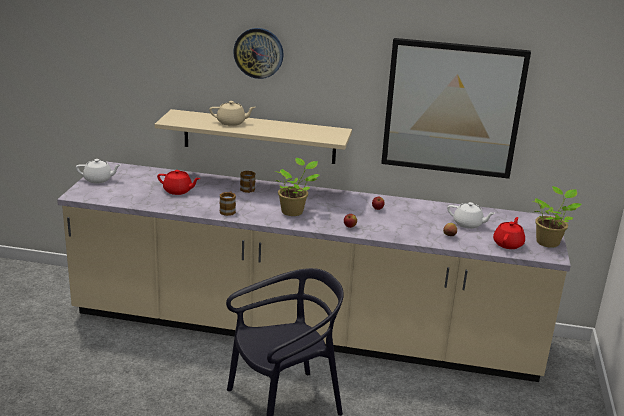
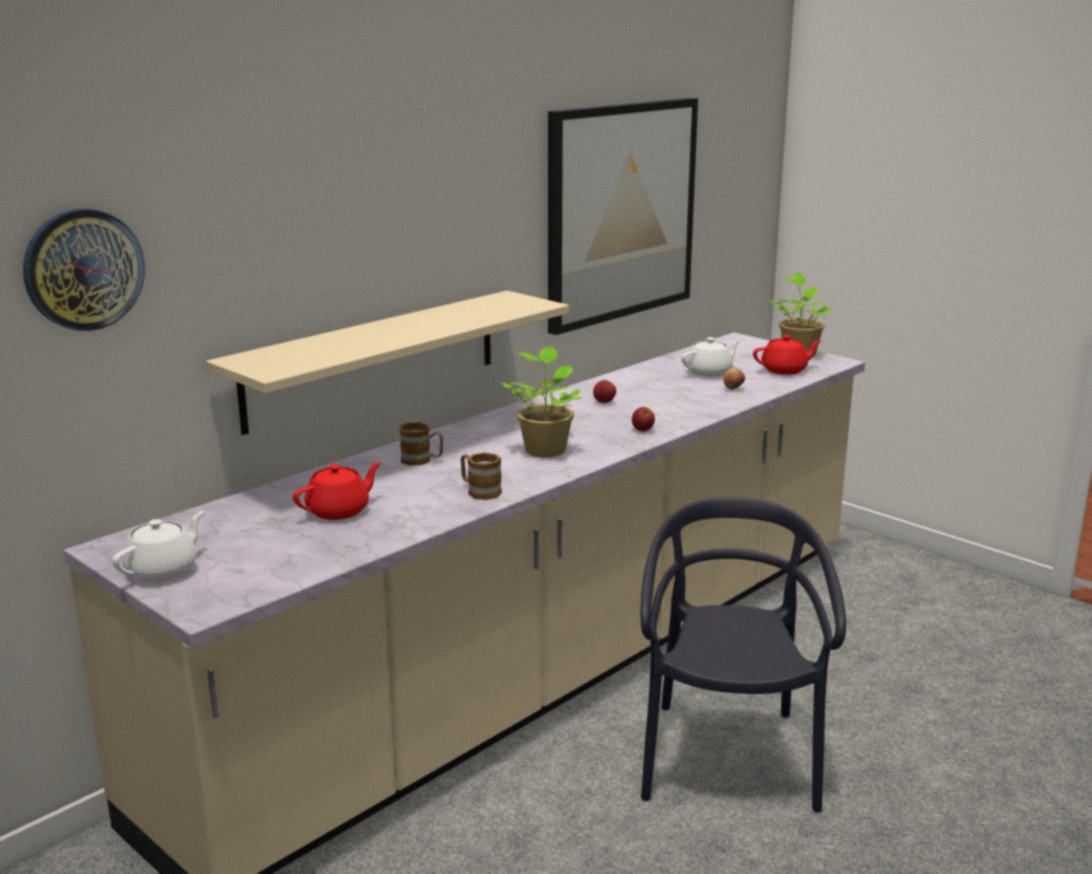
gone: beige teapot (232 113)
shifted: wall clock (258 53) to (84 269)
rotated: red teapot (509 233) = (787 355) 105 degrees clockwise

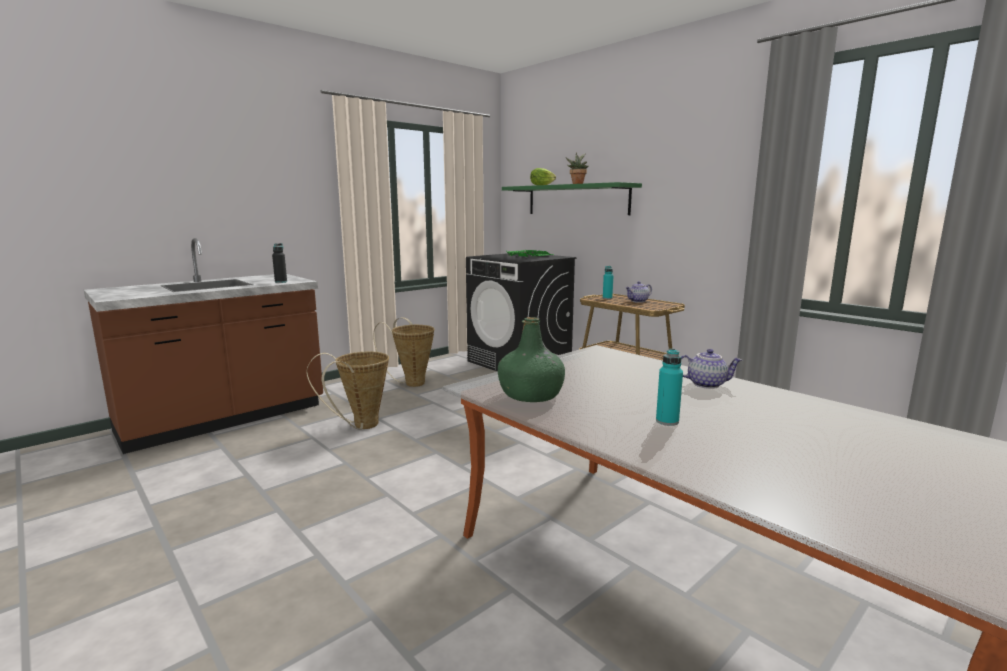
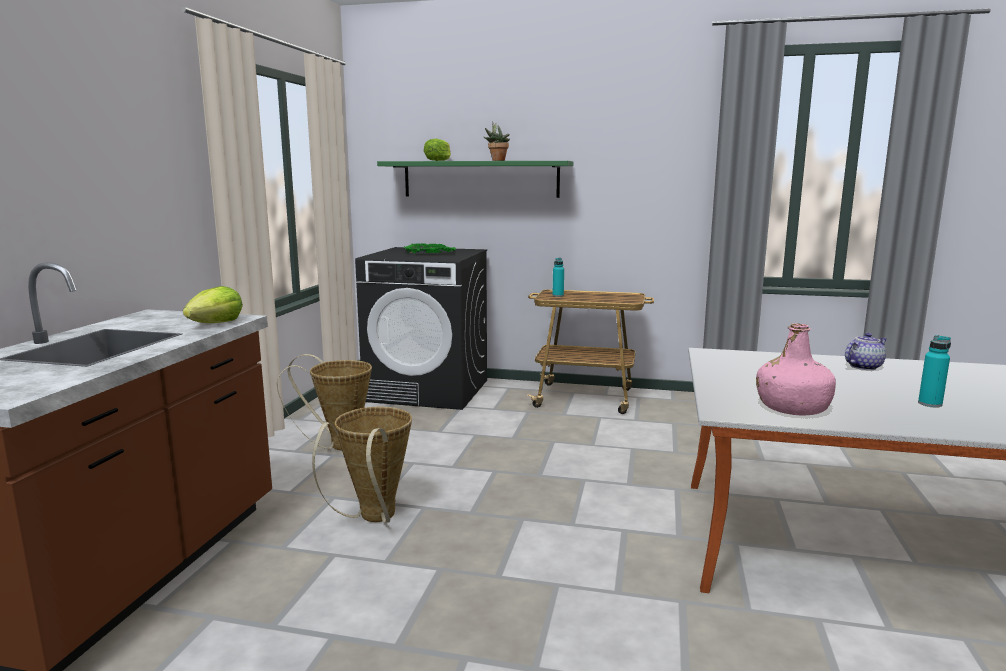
gone: teapot (639 292)
swapped: black bottle (279 263) to lettuce (213 304)
repainted: green bottle (531 359) to pink bottle (796 369)

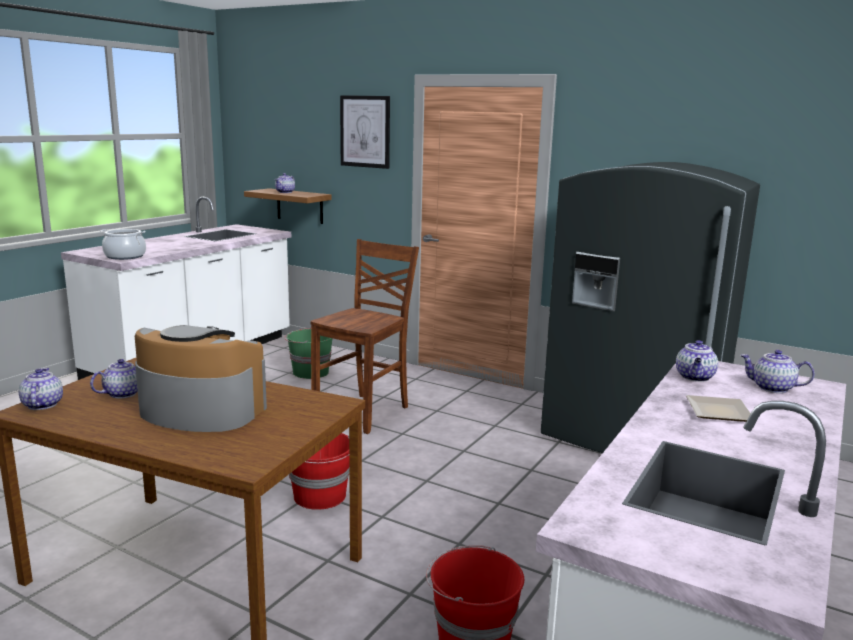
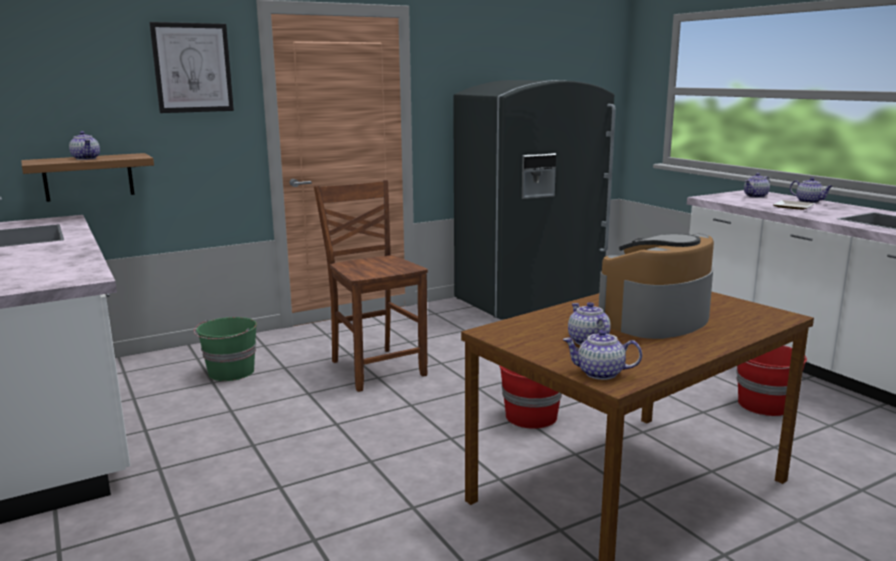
gone: cooking pot (123 244)
shifted: teapot (697 361) to (811 190)

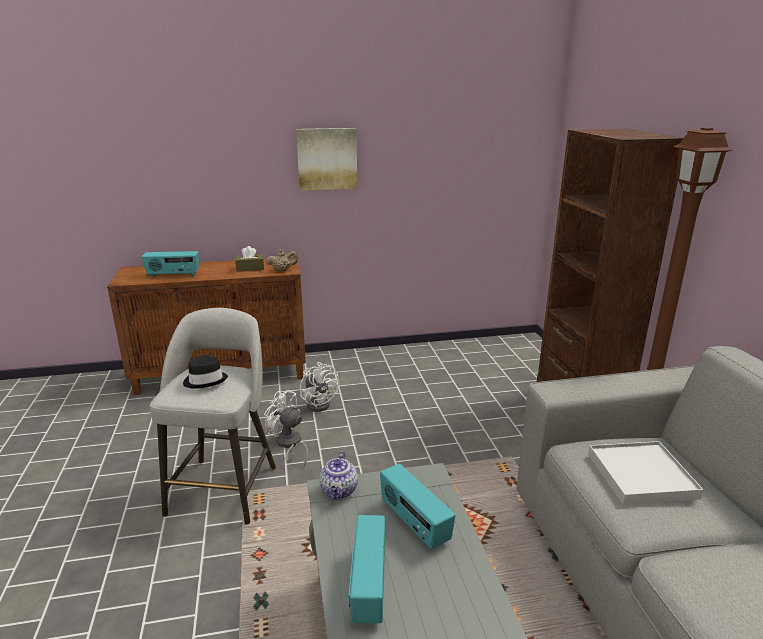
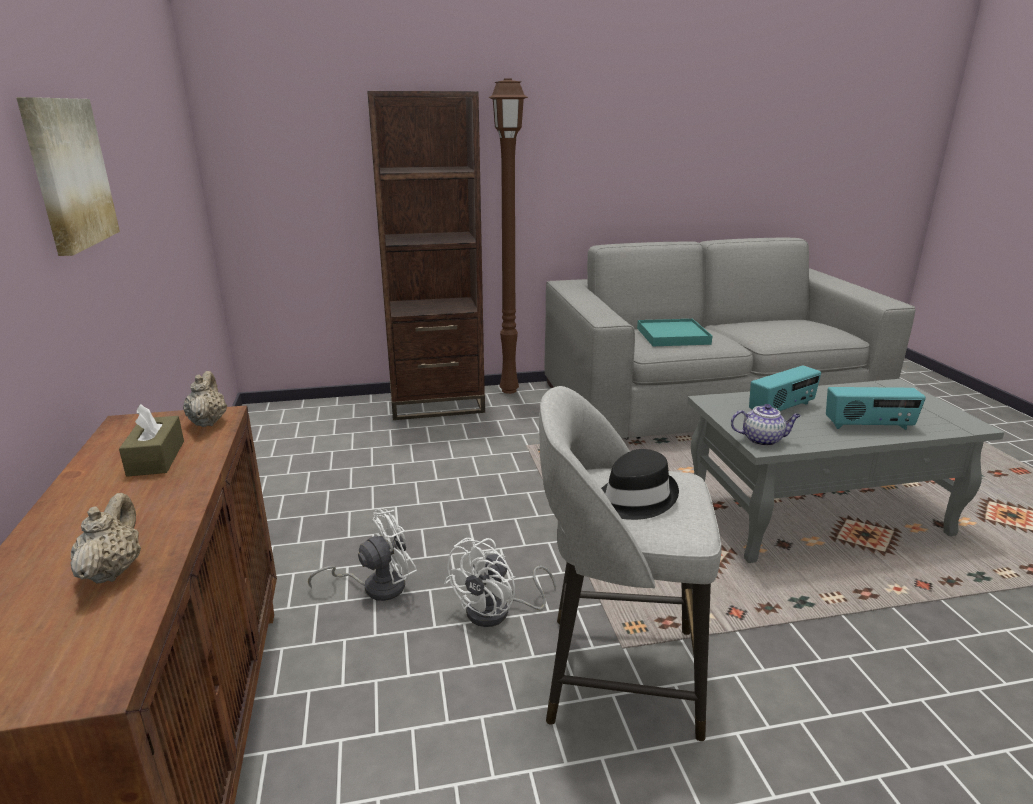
swapped: radio (170 264) to beige teapot (105 538)
repainted: white tray (646 473) to turquoise tray (674 332)

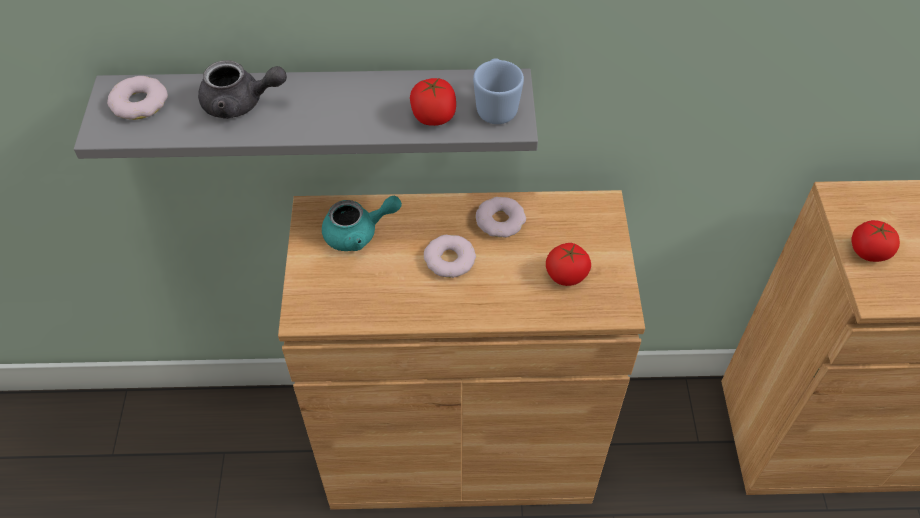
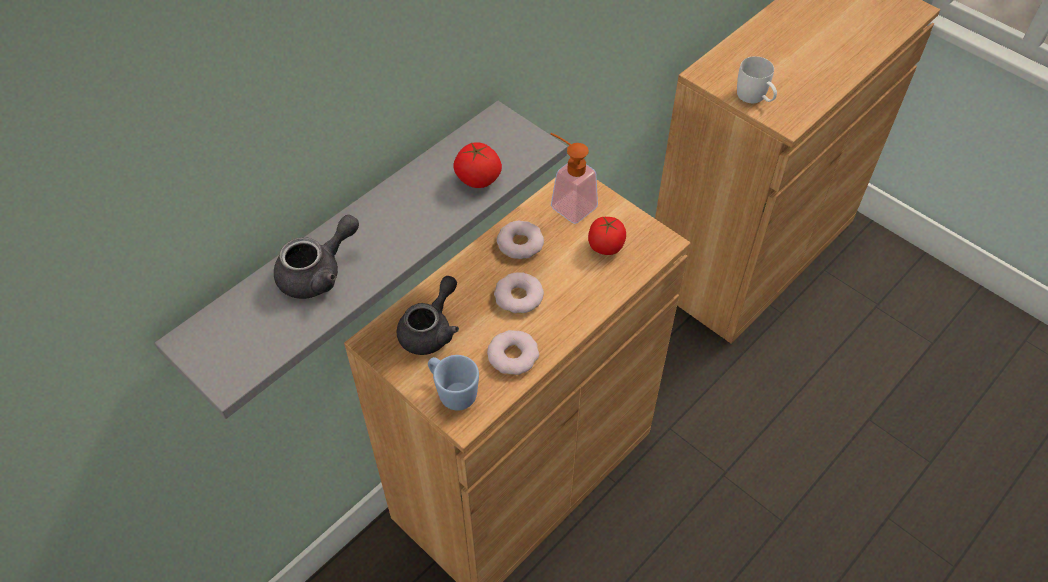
new: soap dispenser (574 178)
shifted: donut (137 98) to (513 352); blue mug (498 91) to (453 383)
swapped: tomato (875 241) to white mug (757 79)
repainted: turquoise teapot (362 223) to grey teapot (428 315)

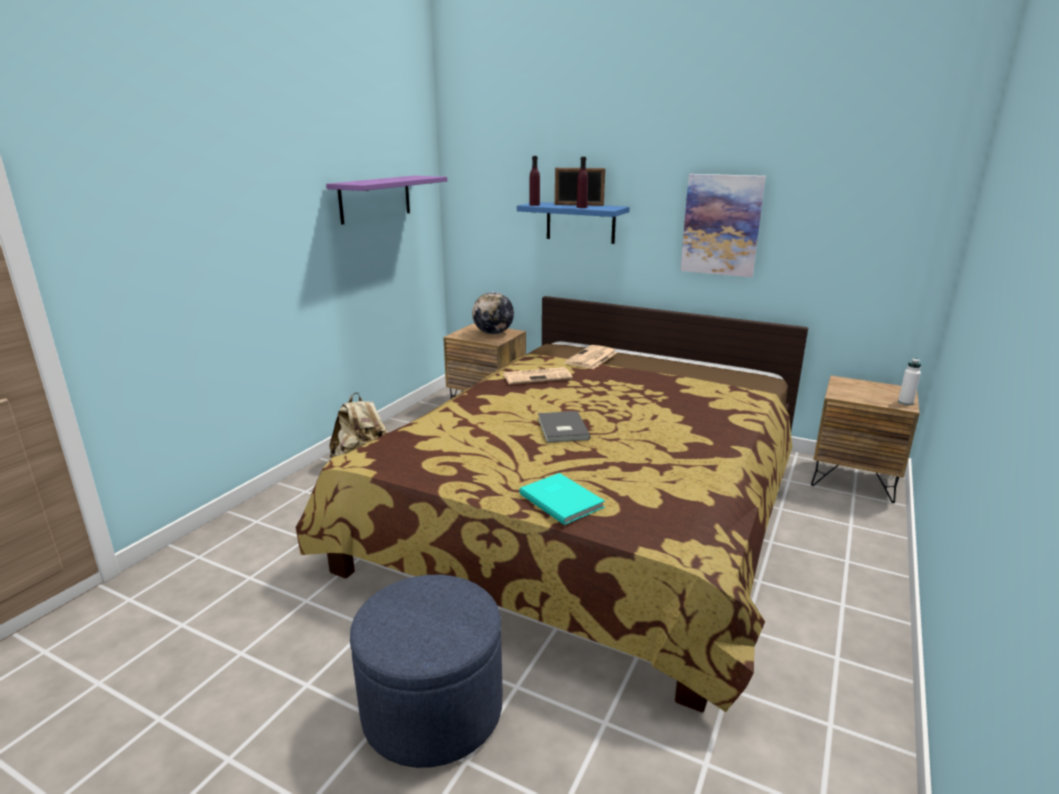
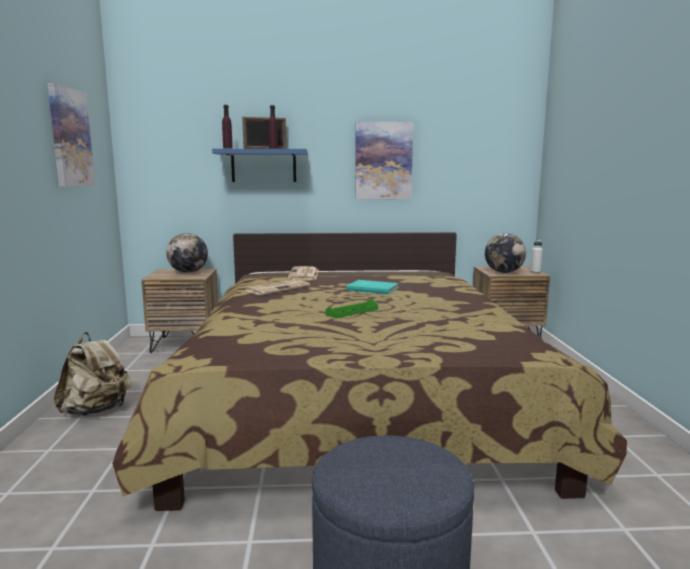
new: globe (505 253)
shifted: turquoise book (562 499) to (372 287)
swapped: purple shelf (386 200) to picture (71 135); grey book (564 427) to green tray (351 309)

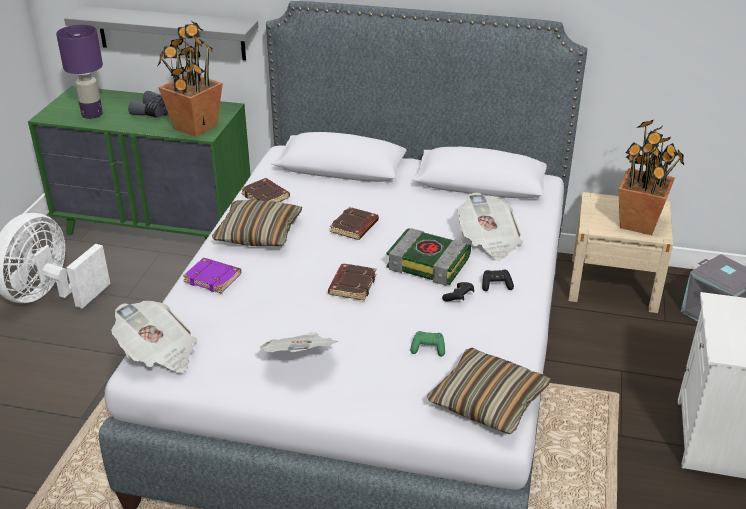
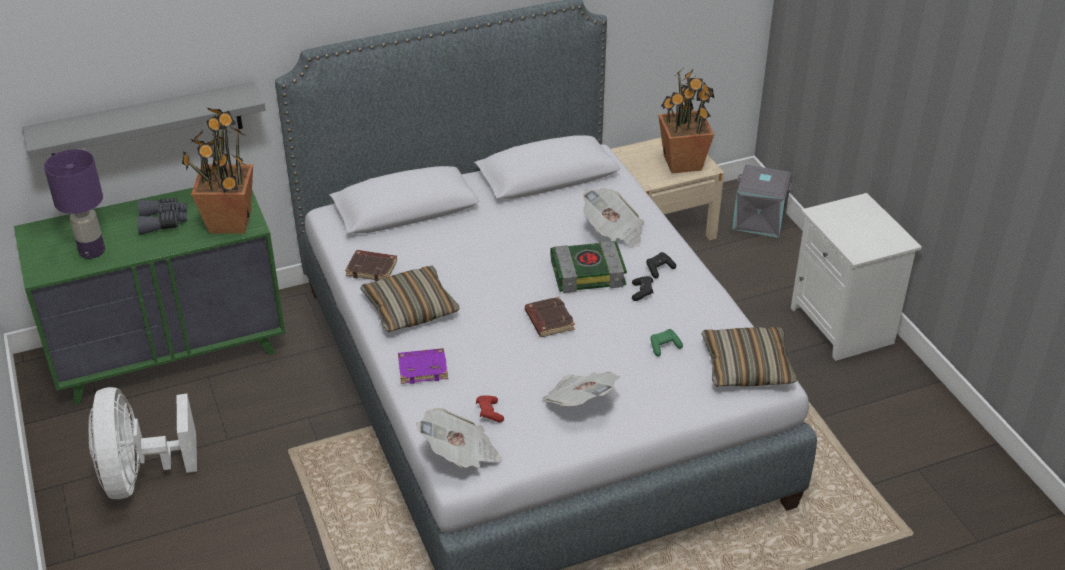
gone: brown book (354 223)
new: red game controller (490 408)

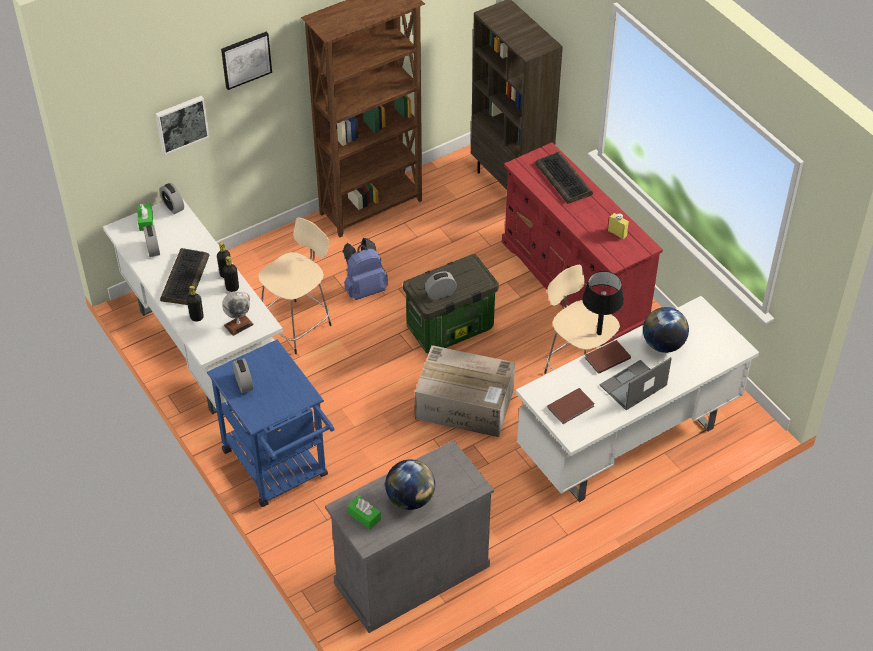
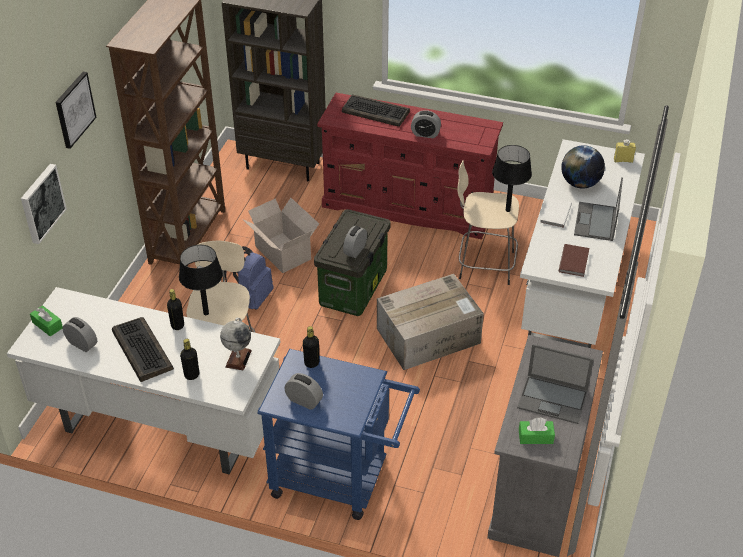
new: black table lamp (201 280); cardboard box (281 235)
shifted: alarm clock (171 198) to (426 124); black bottle (231 274) to (311 347); yellow bottle (618 226) to (625 151)
swapped: globe (410 484) to laptop (555 384)
repainted: brown book (608 357) to white book (556 213)

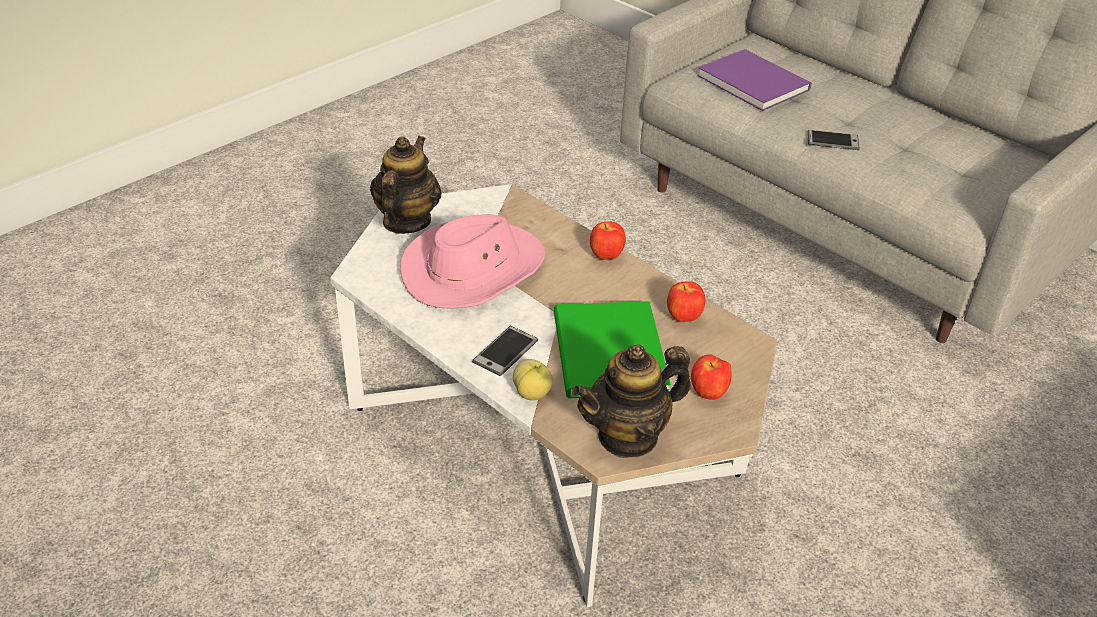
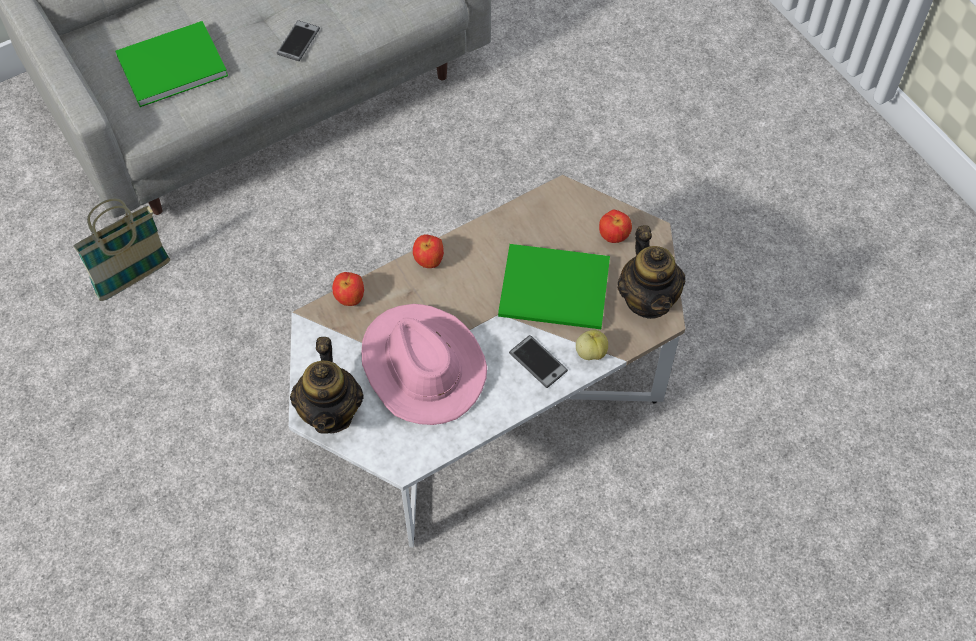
new: basket (122 250)
shifted: apple (686 301) to (348 289)
repainted: purple book (754 80) to green book (171 64)
rotated: teapot (406 185) = (327 385) 120 degrees counterclockwise

